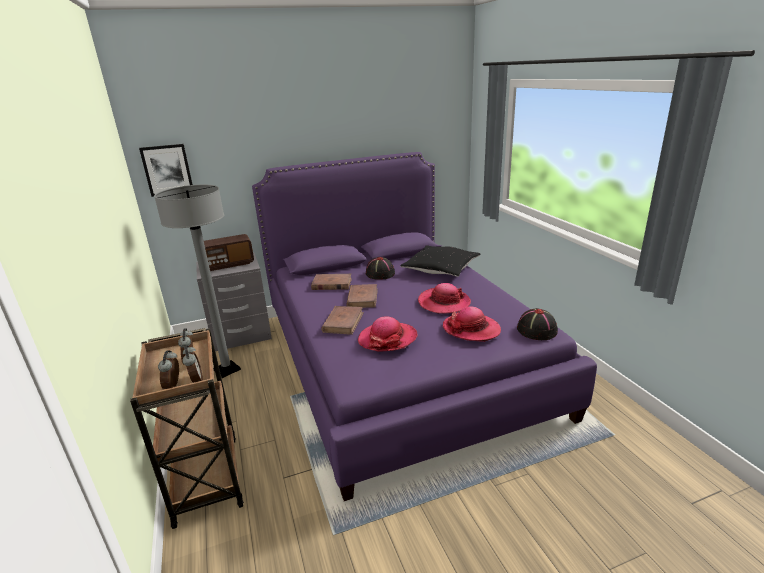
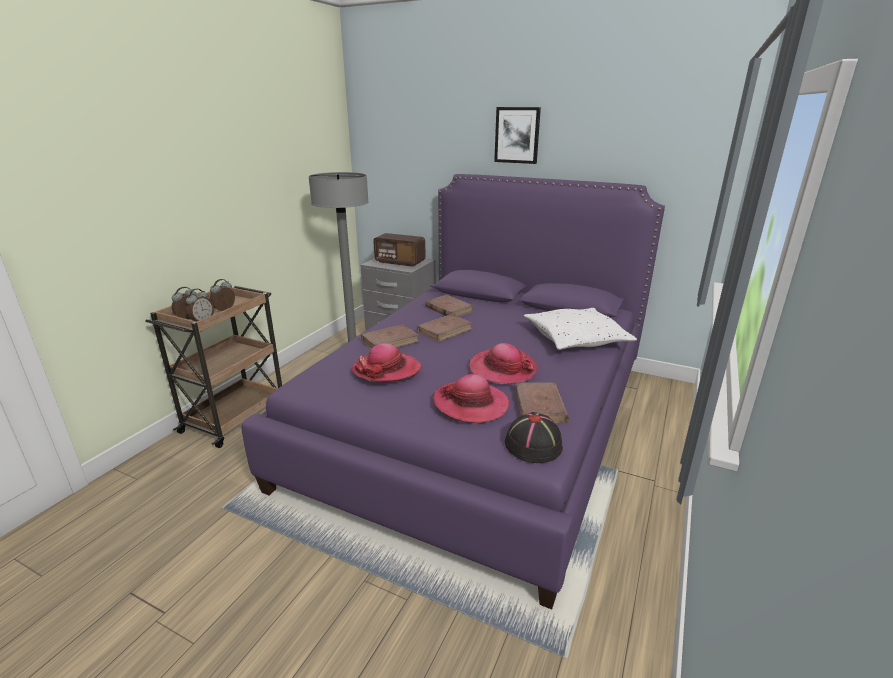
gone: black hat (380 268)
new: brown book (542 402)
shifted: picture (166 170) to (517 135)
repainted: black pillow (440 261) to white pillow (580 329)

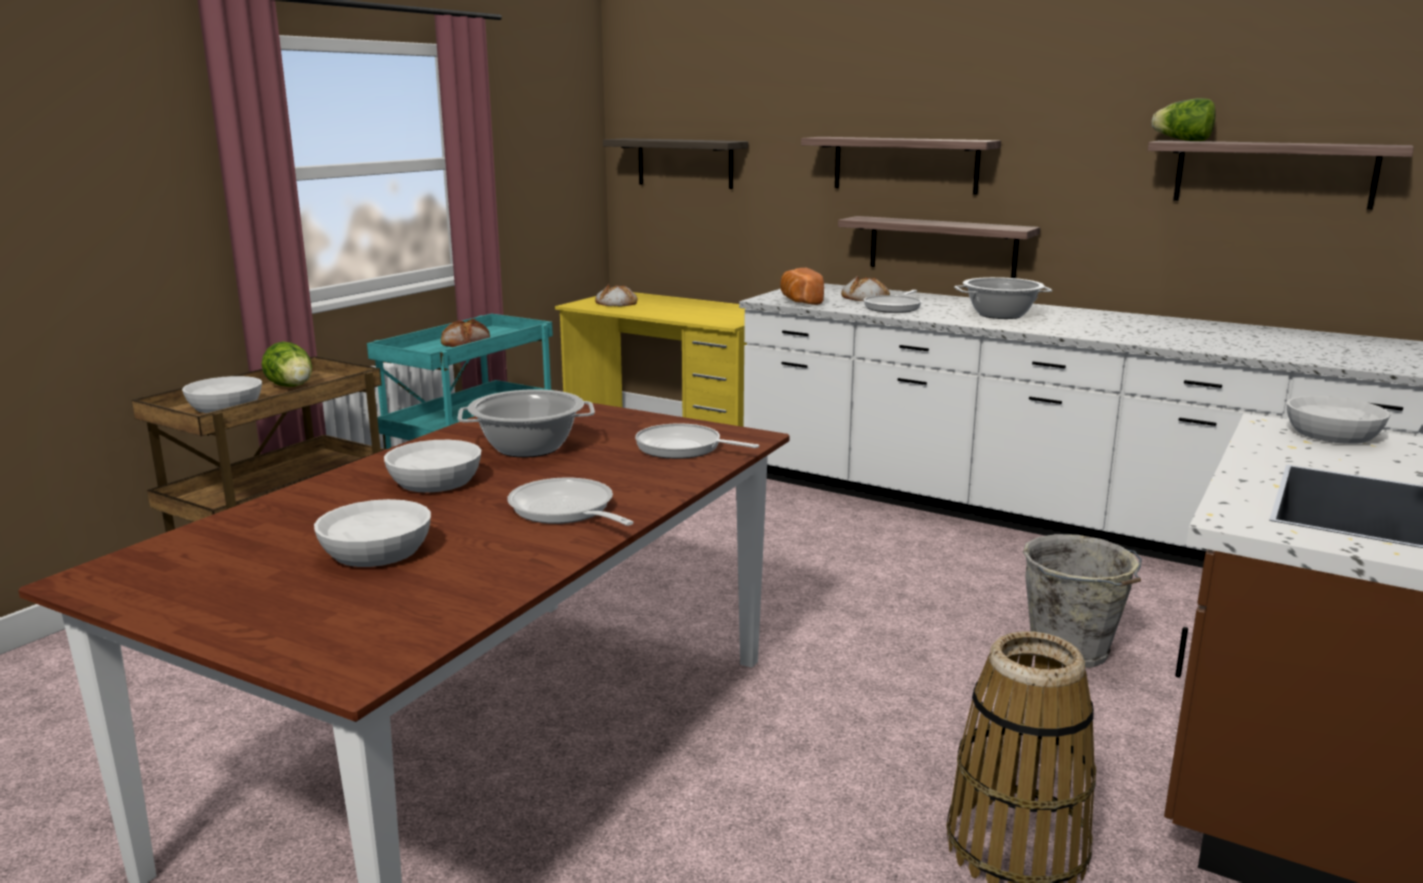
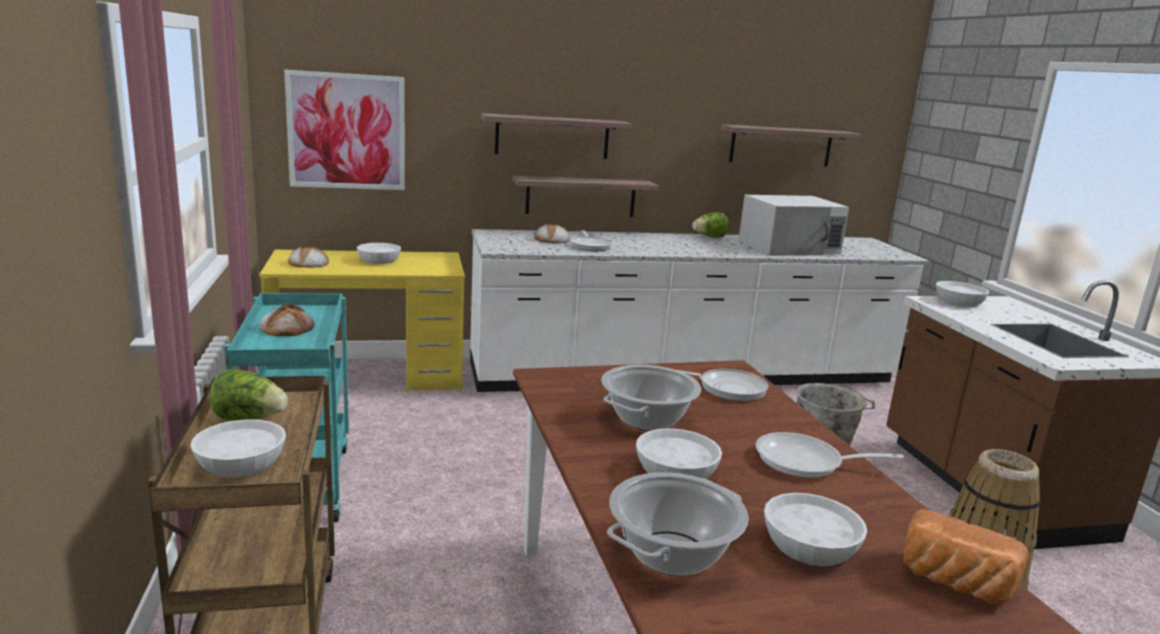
new: white bowl (379 253); white microwave (794 225)
shifted: bread (802 286) to (966 556); cooking pot (1003 298) to (678 524); lettuce (1184 119) to (710 225)
swapped: shelf (675 163) to picture (344 130)
rotated: frying pan (697 441) = (722 385) 150 degrees counterclockwise

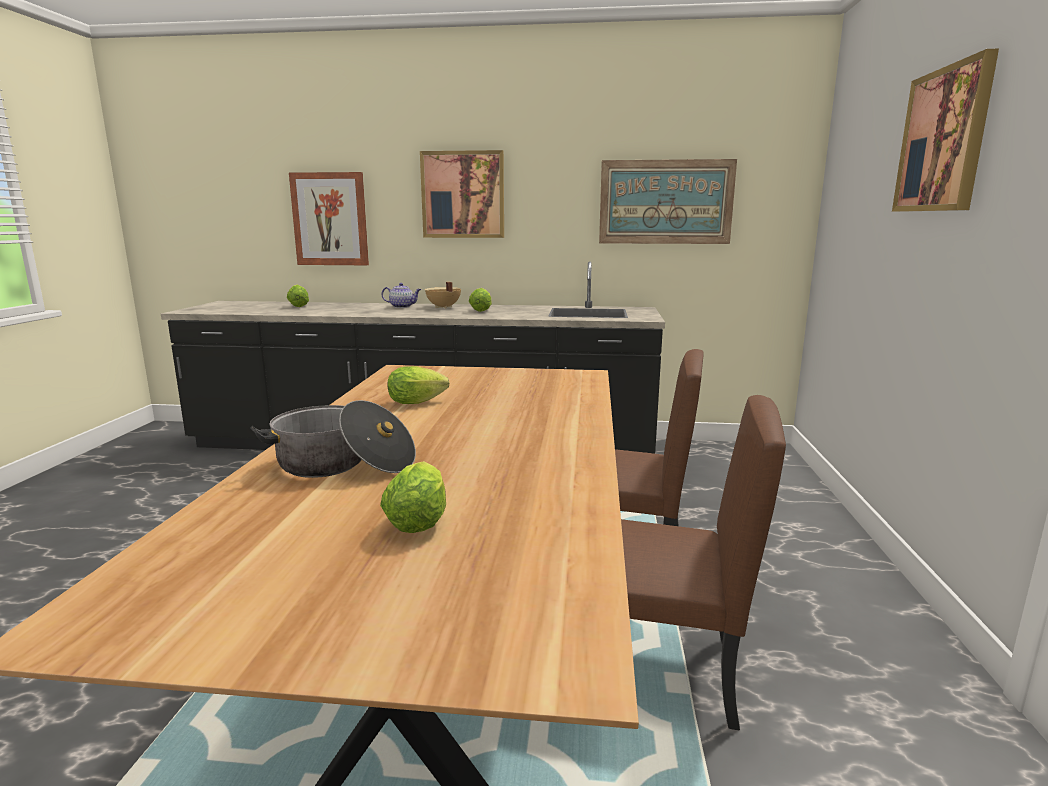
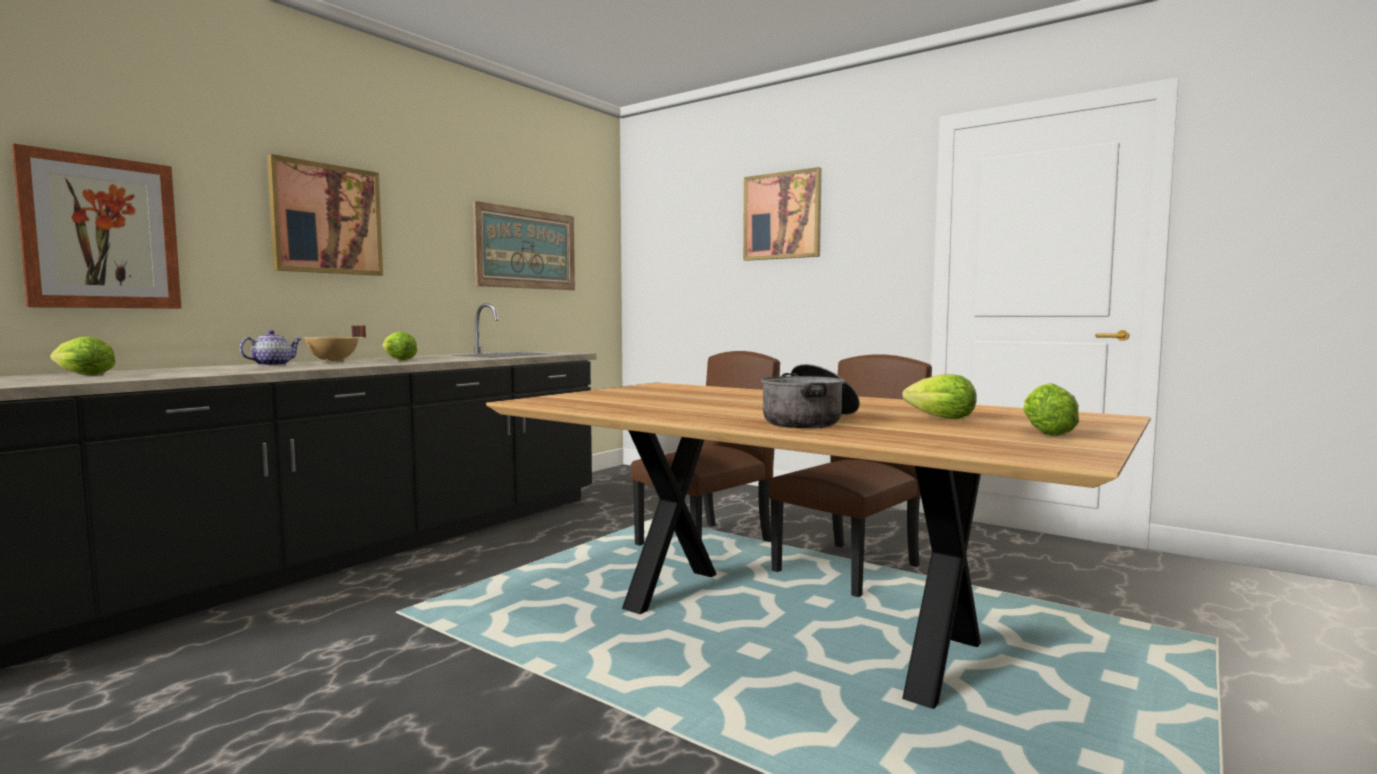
shifted: lettuce (418 385) to (1051 409)

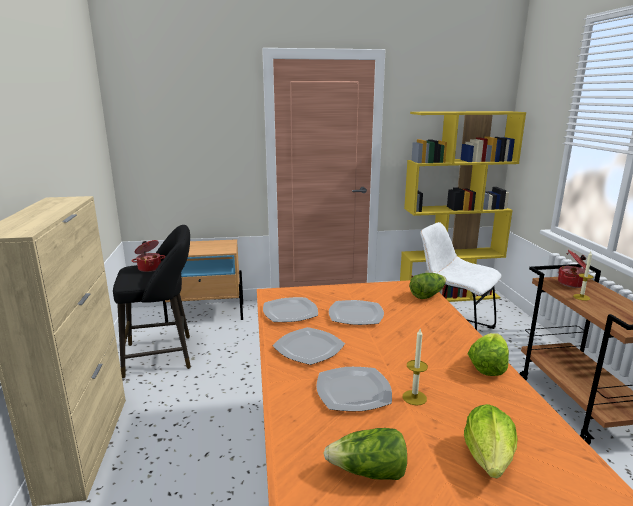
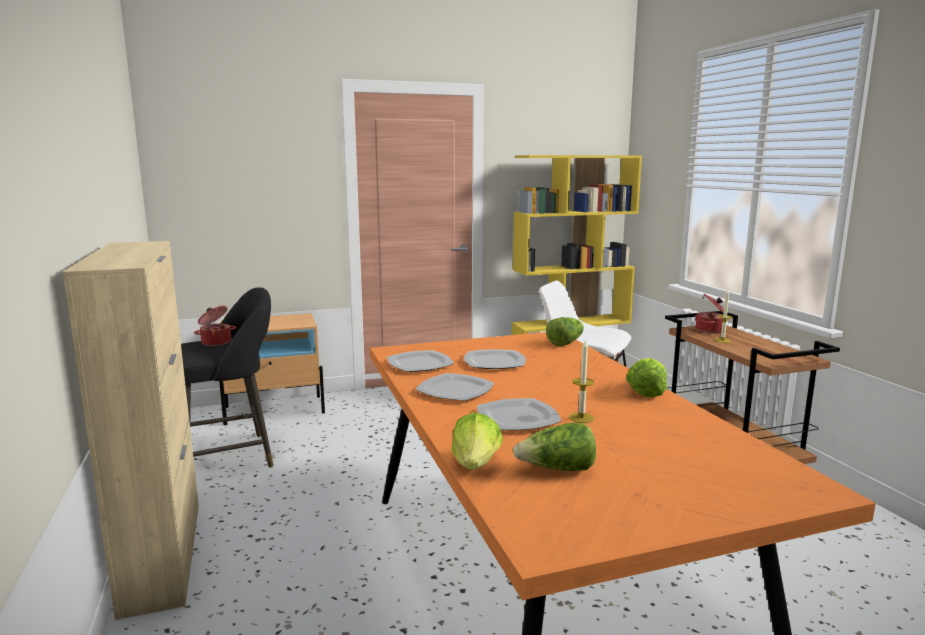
shifted: lettuce (490 441) to (477 441)

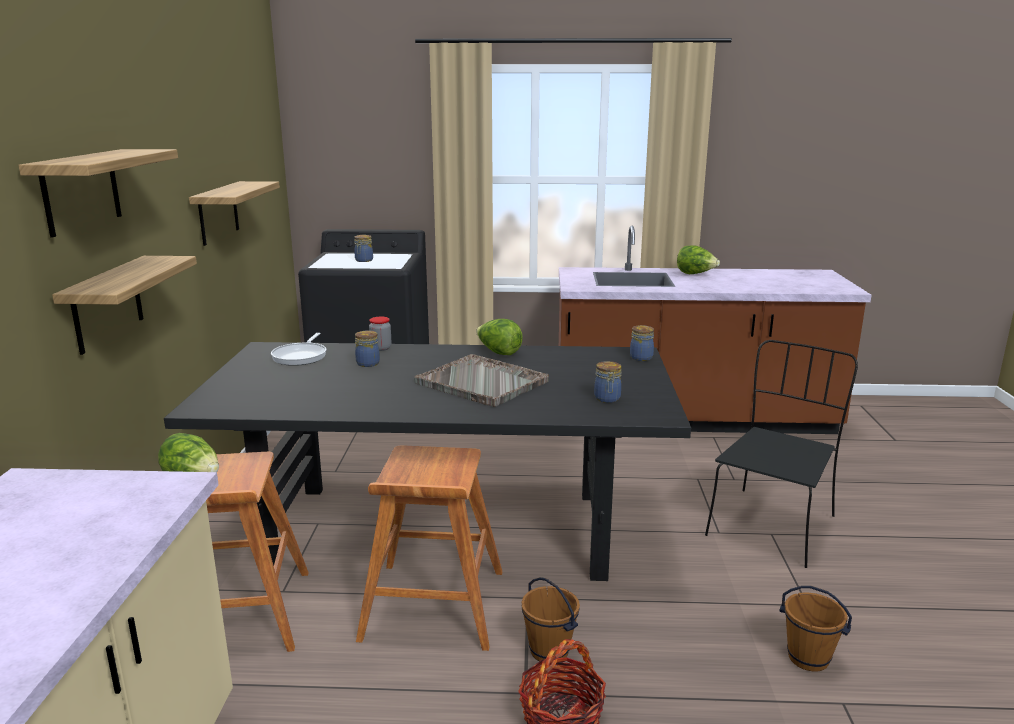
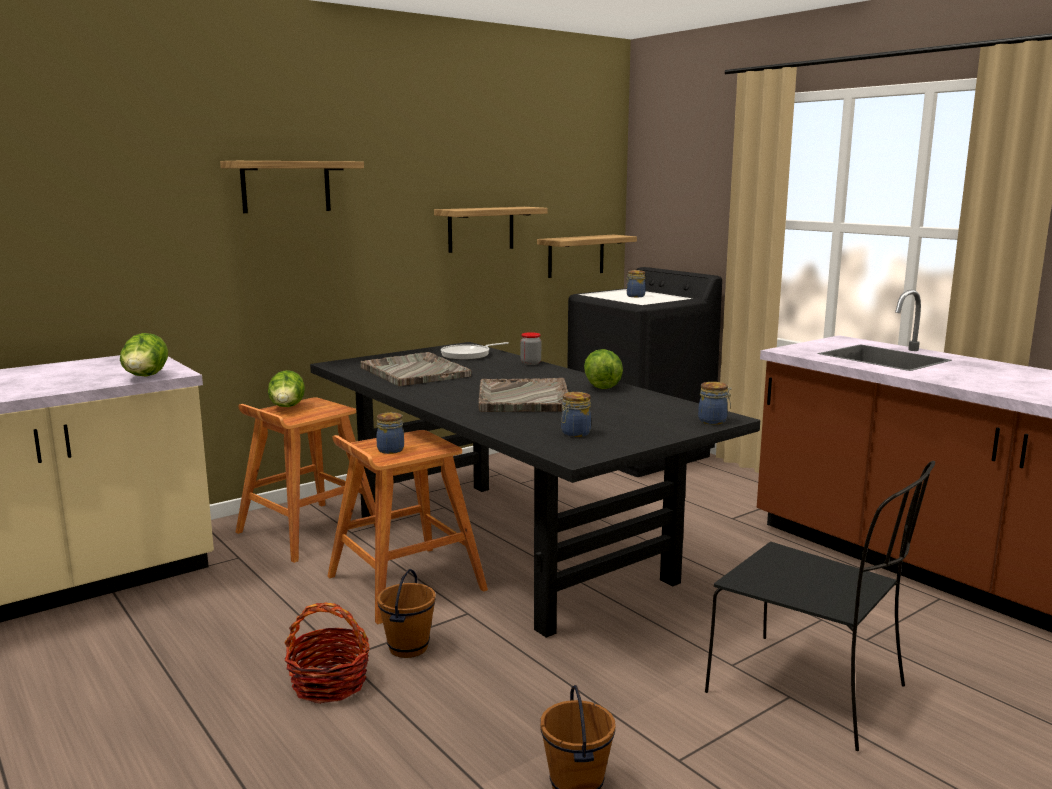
new: grey tray (415 369)
shifted: shelf (124 305) to (587 256); jar (367 349) to (390 433); lettuce (698 260) to (144 355)
rotated: black chair (781 454) = (820 606) 45 degrees clockwise

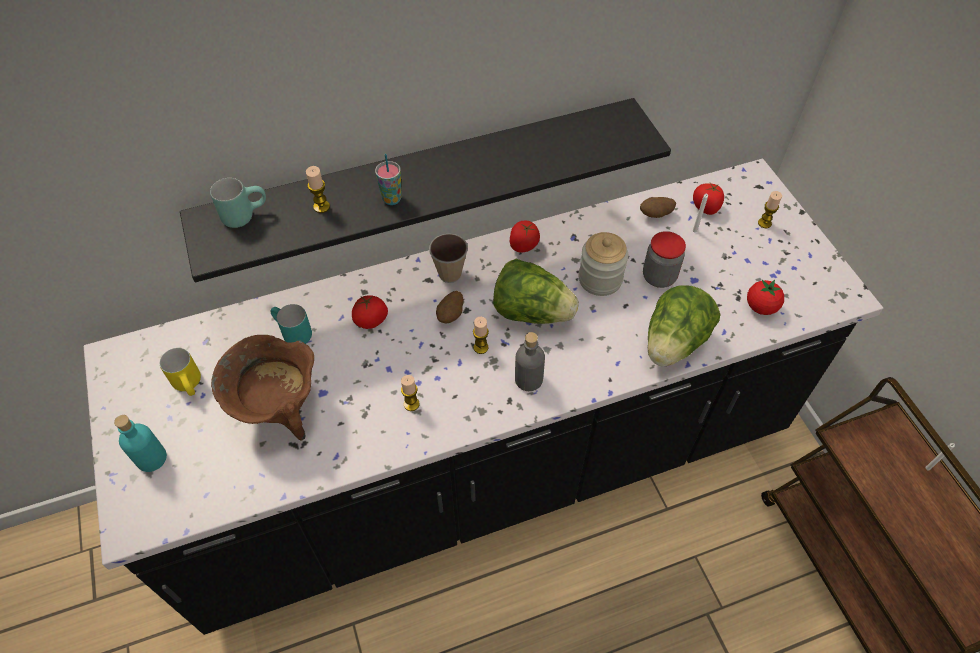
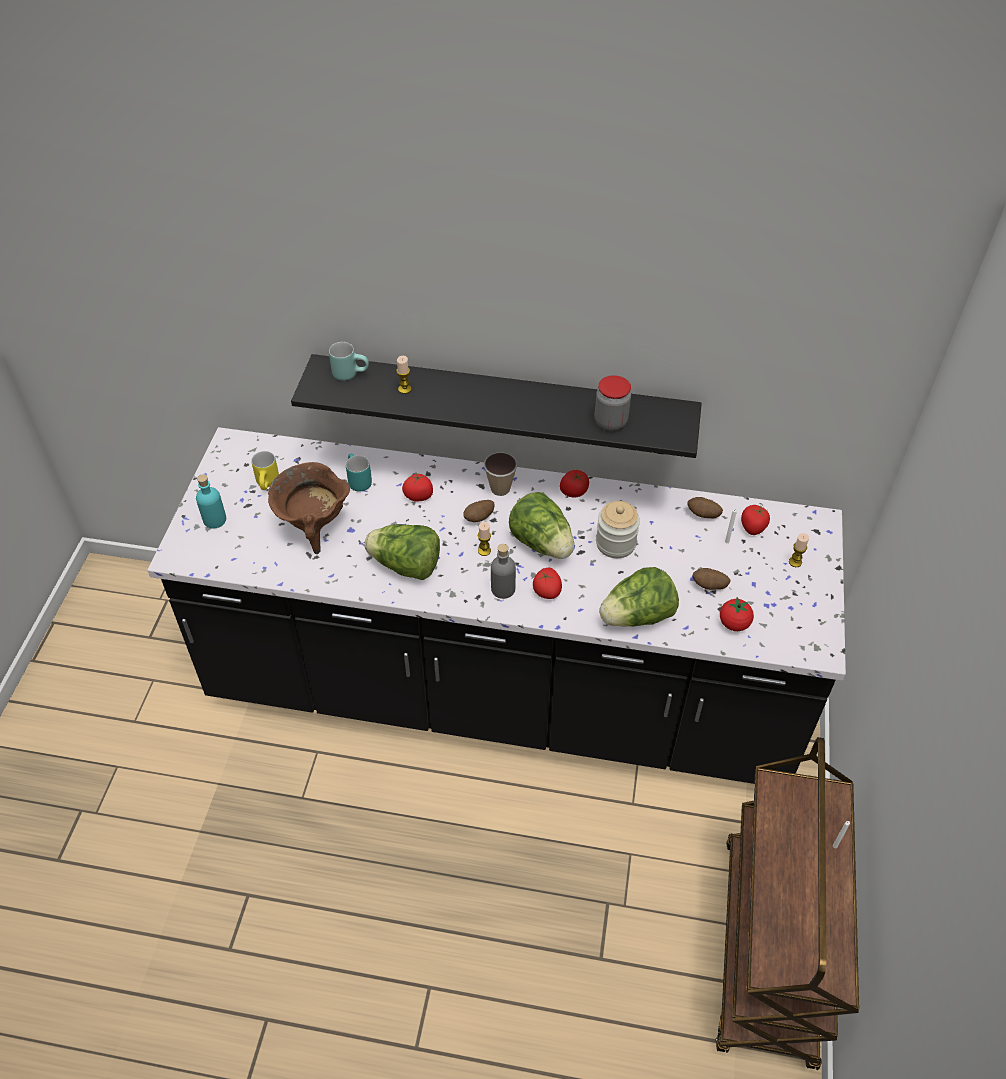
gone: cup (388 179)
new: tomato (547 583); potato (711 579)
shifted: jar (664 259) to (613 403)
swapped: candle (410 393) to lettuce (402 552)

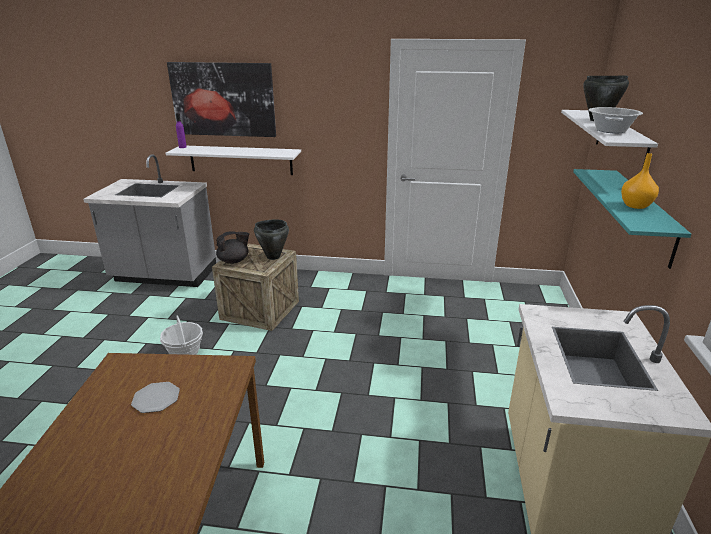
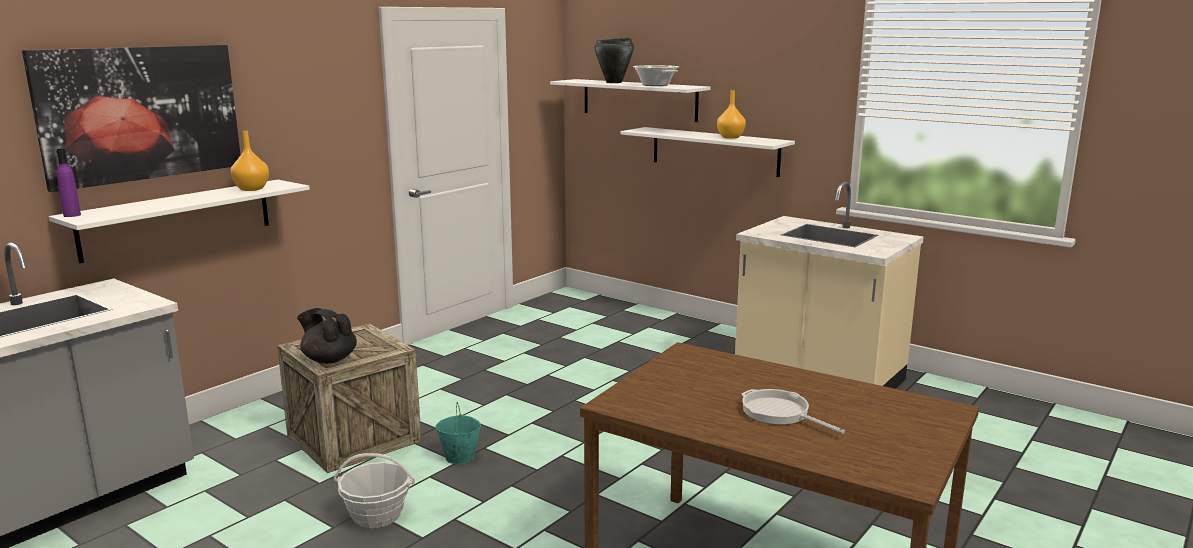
gone: plate (155 397); black cooking pot (271 240)
new: orange vase (250 161); turquoise bucket (458 433); frying pan (793 411)
repainted: turquoise shelf (632 219) to white shelf (707 152)
rotated: black teapot (232 247) = (327 336) 60 degrees counterclockwise

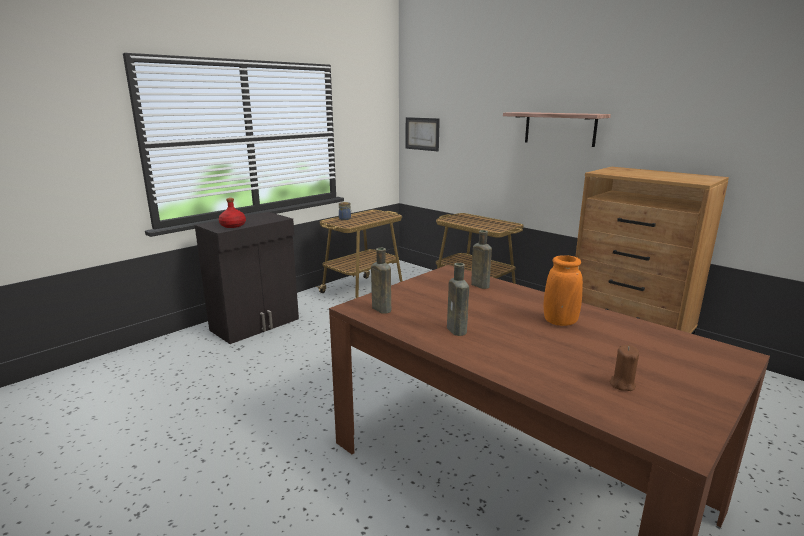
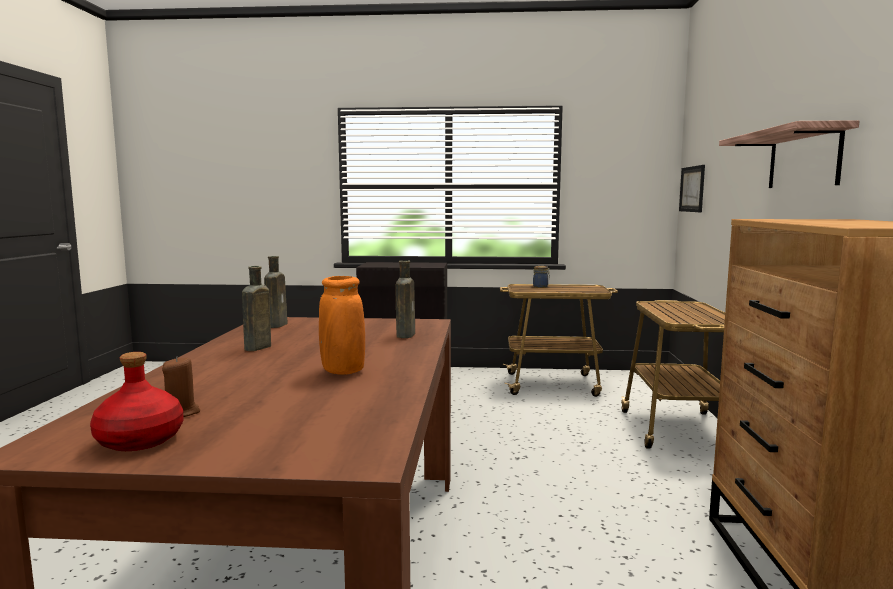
shifted: red bottle (232 213) to (137 401)

